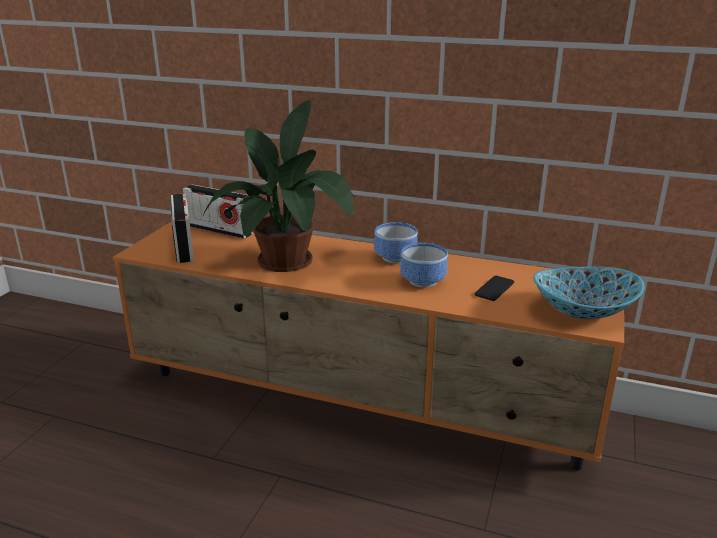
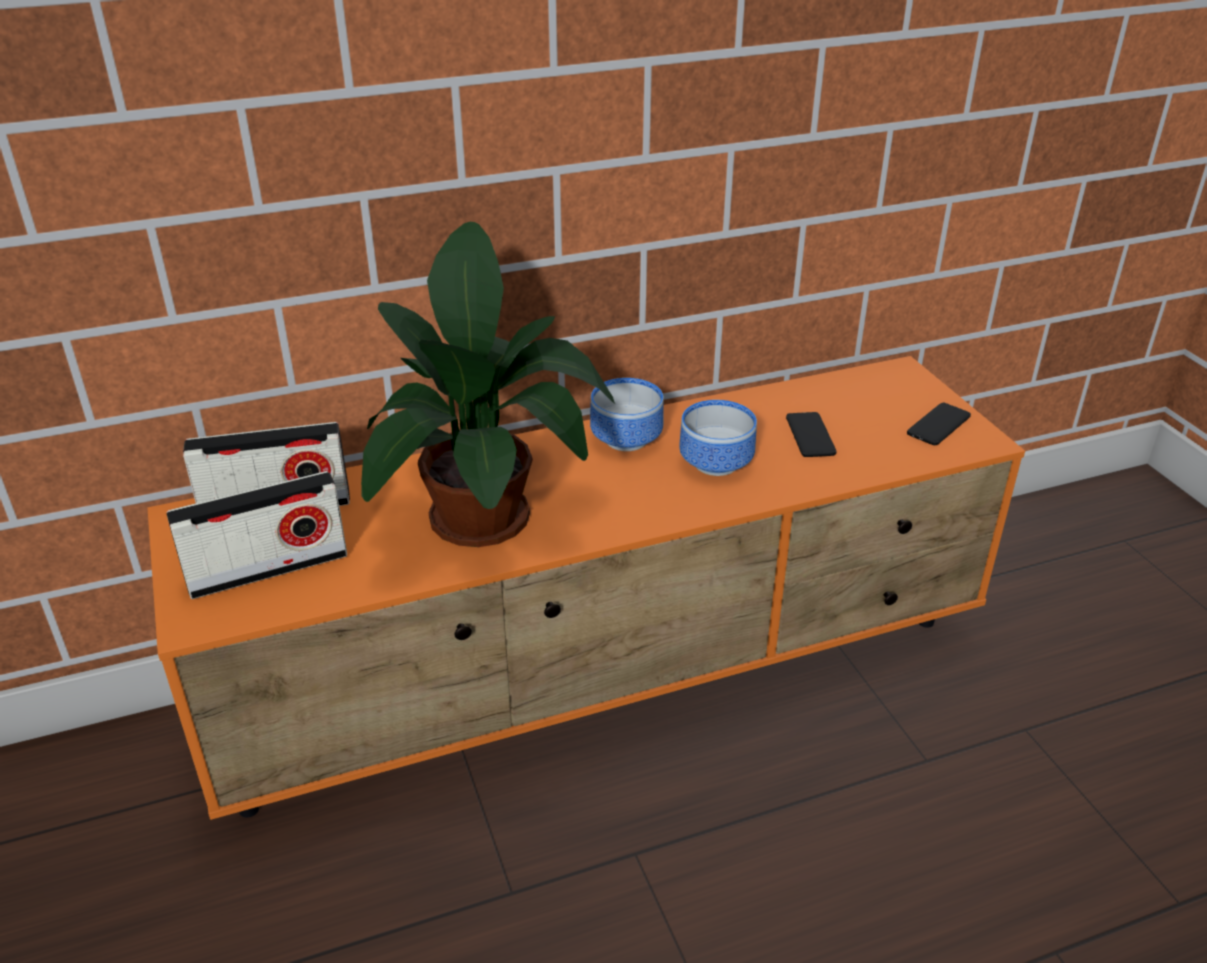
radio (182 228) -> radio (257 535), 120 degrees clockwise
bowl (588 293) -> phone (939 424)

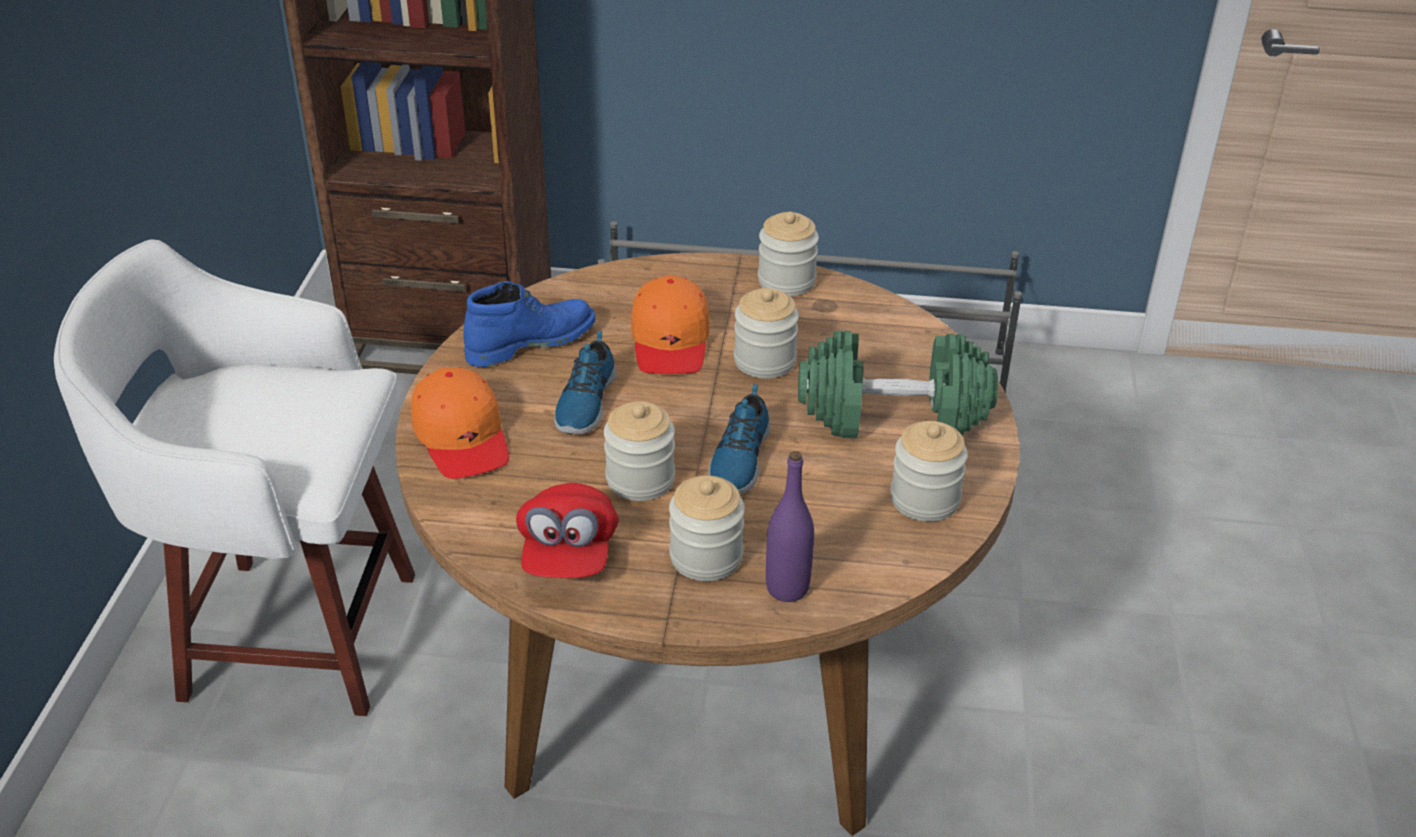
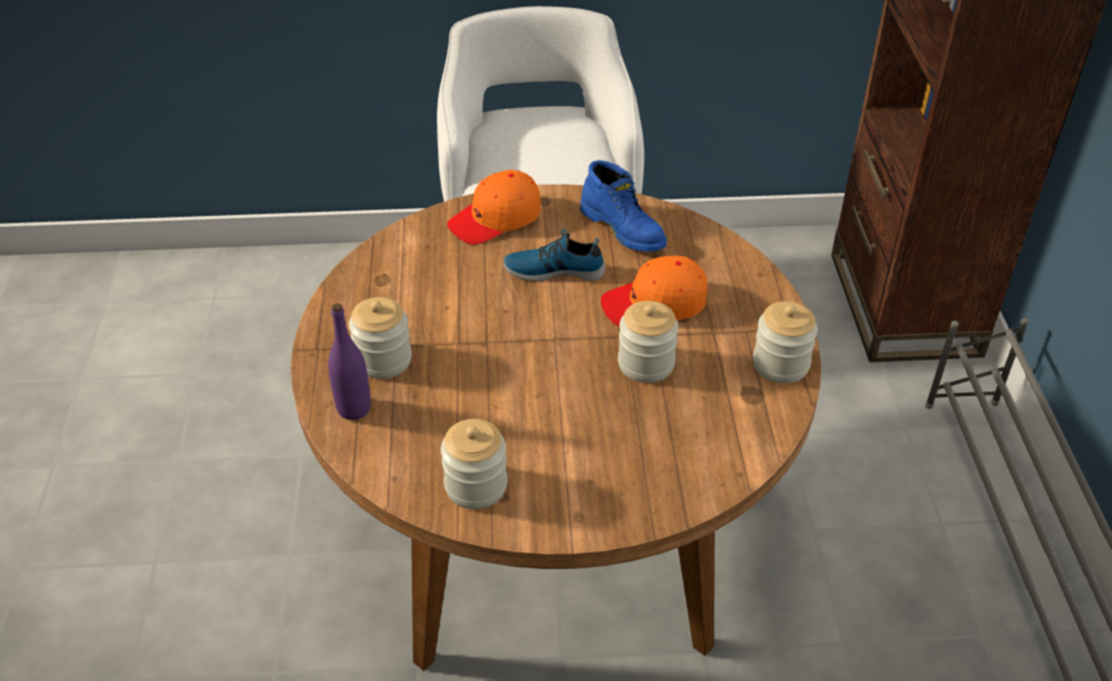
green dumbbell (898 384) -> none
shoe (739 439) -> none
jar (639 451) -> none
red cap (567 530) -> none

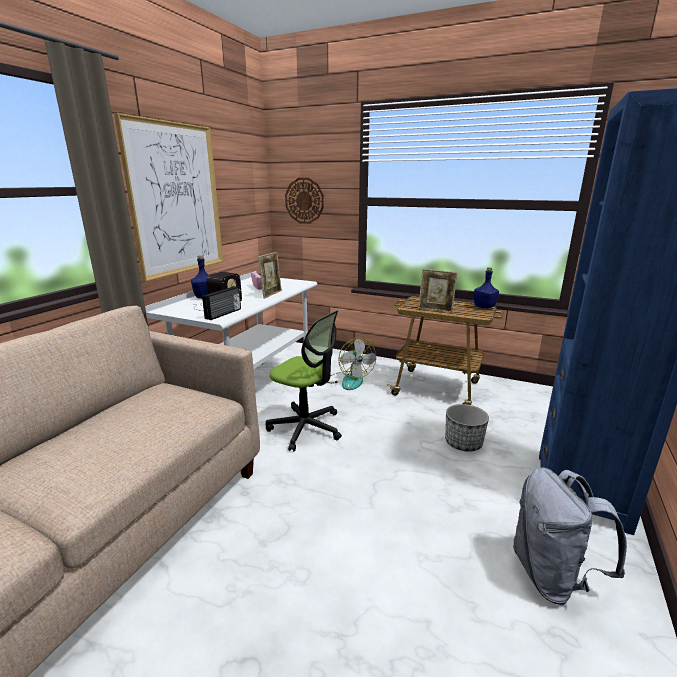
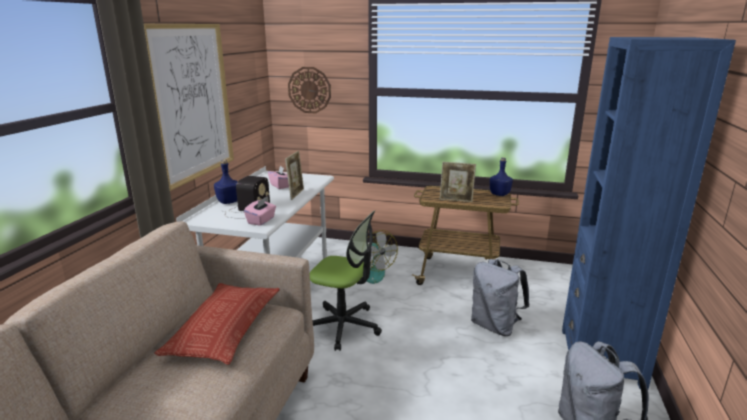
radio (221 303) -> pink tissue box (260 211)
planter (467 428) -> grey backpack (500 297)
none -> pillow (217 324)

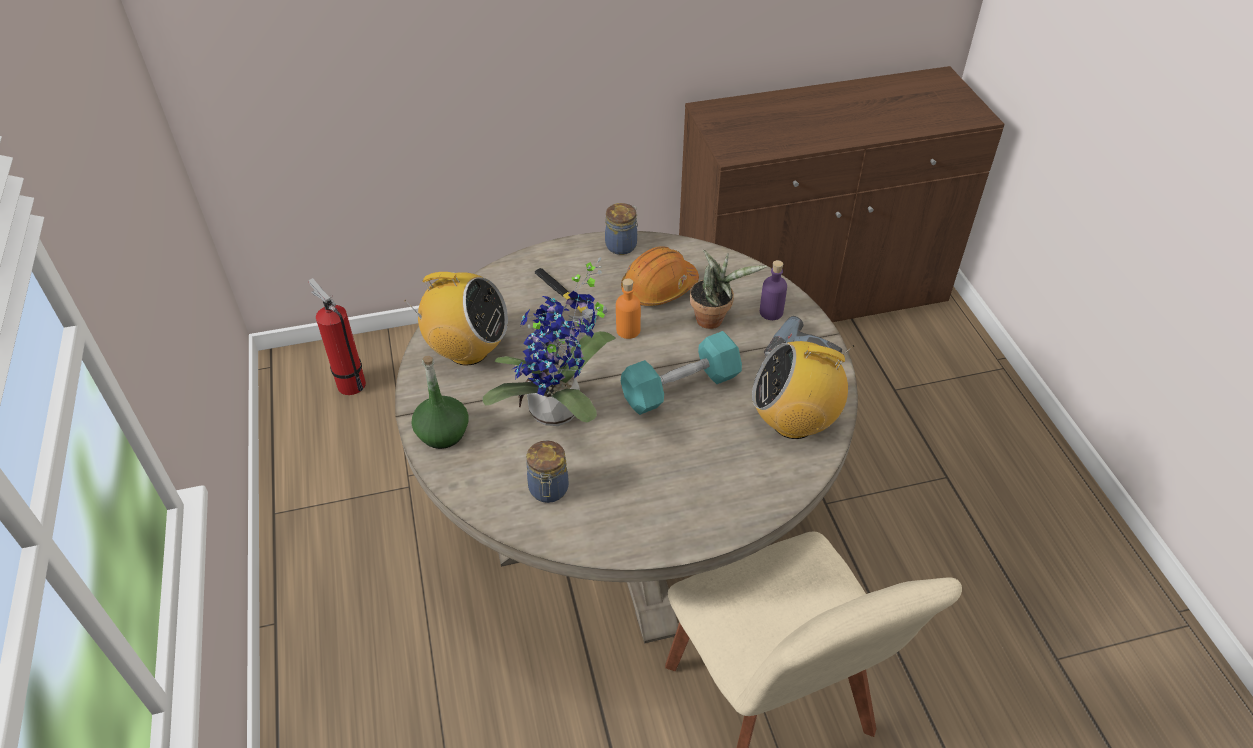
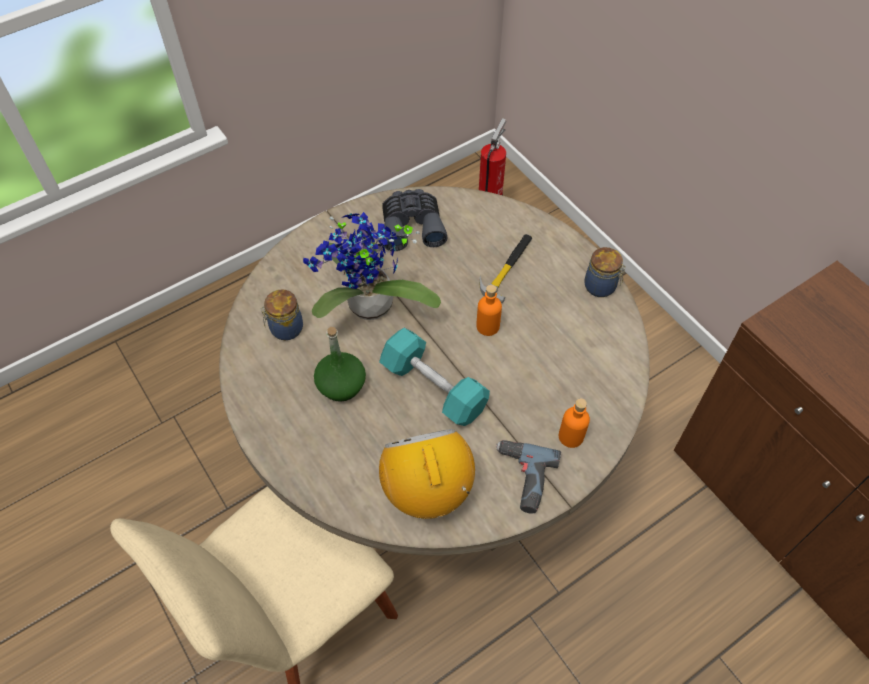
orange hard hat (660 276) -> none
potted plant (728 289) -> none
purple bottle (773 290) -> orange bottle (574 423)
radio (456 319) -> grey binoculars (414 220)
green bottle (440 402) -> green bottle (340 364), shifted

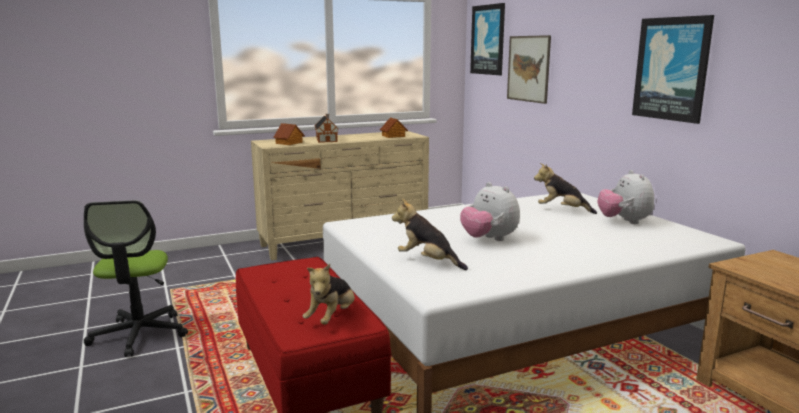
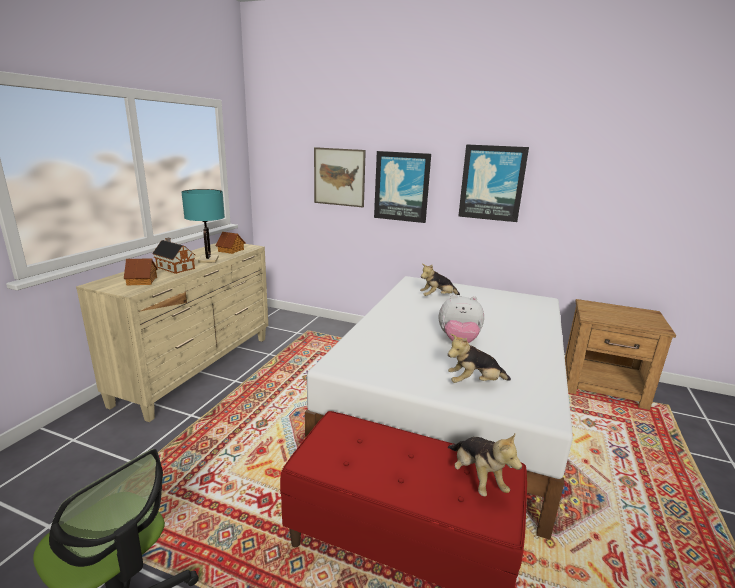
picture (487 39) -> picture (402 187), shifted
plush toy (625 197) -> none
none -> turquoise table lamp (203 226)

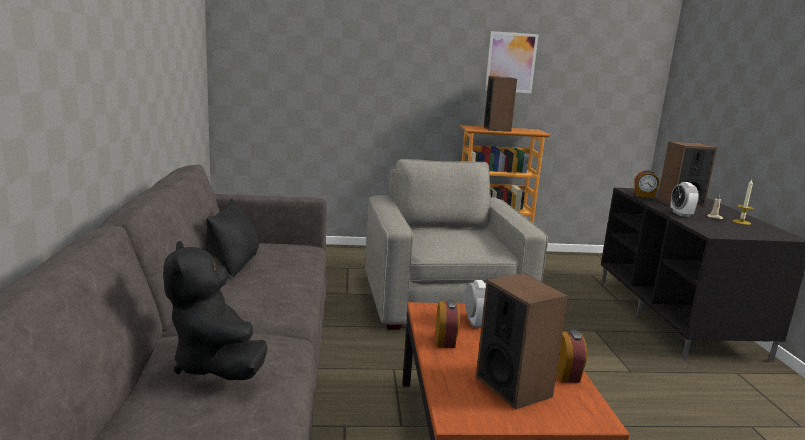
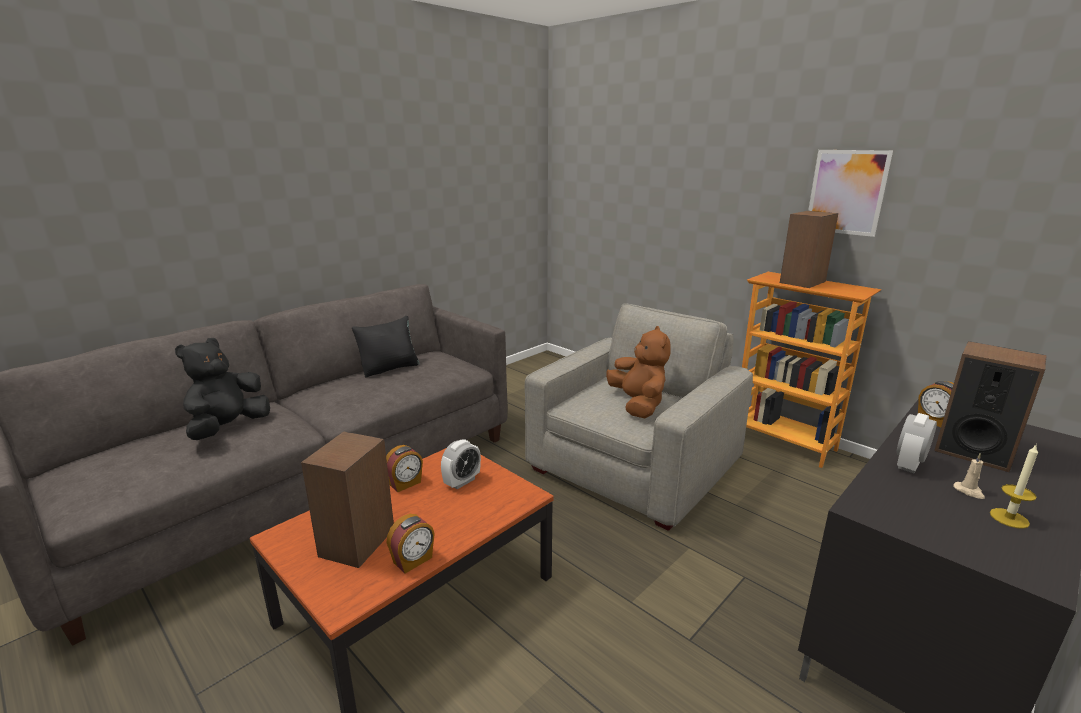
none -> brown plush toy (638 372)

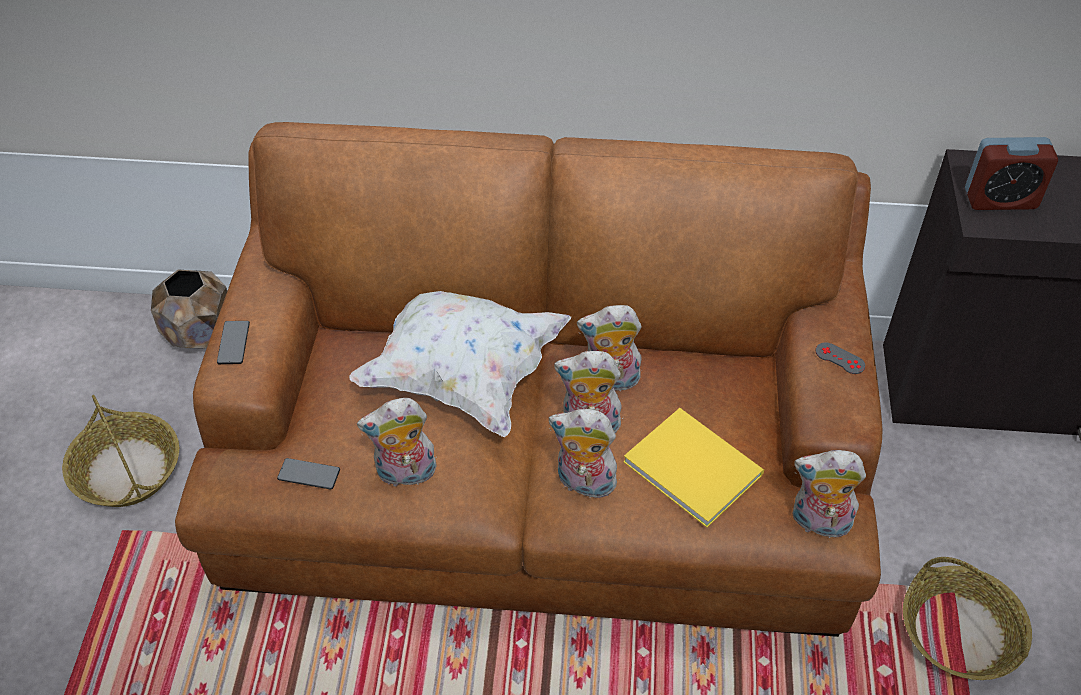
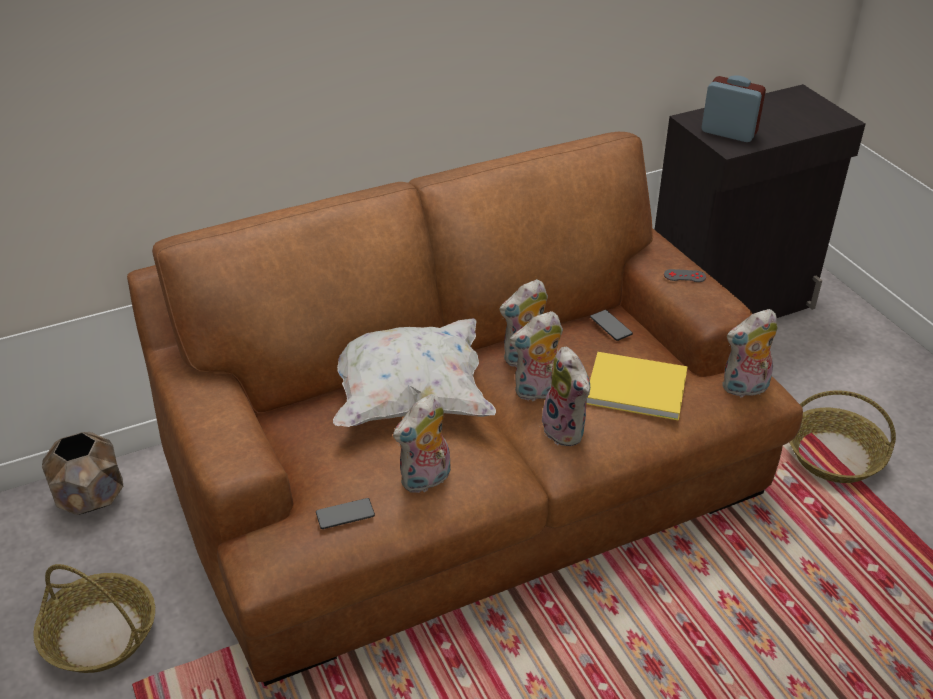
alarm clock (1011 173) -> alarm clock (733 108), 120 degrees counterclockwise
phone (233 342) -> phone (611 325), shifted
plush toy (584 455) -> plush toy (566 396), 105 degrees counterclockwise

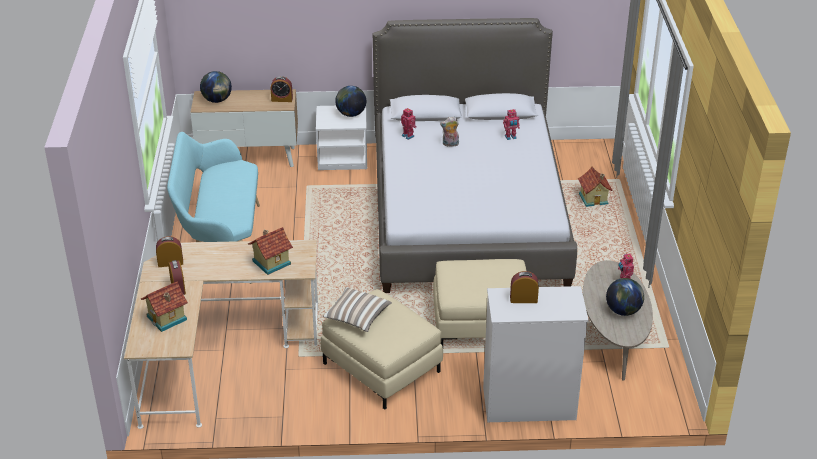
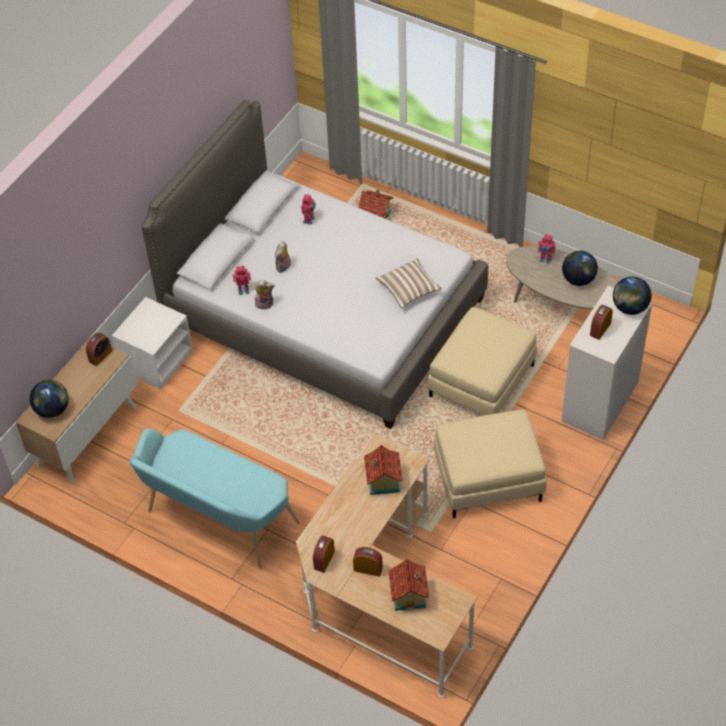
globe (350 101) -> globe (632 295), shifted
pillow (357 309) -> pillow (409 283), shifted
none -> plush toy (264 295)

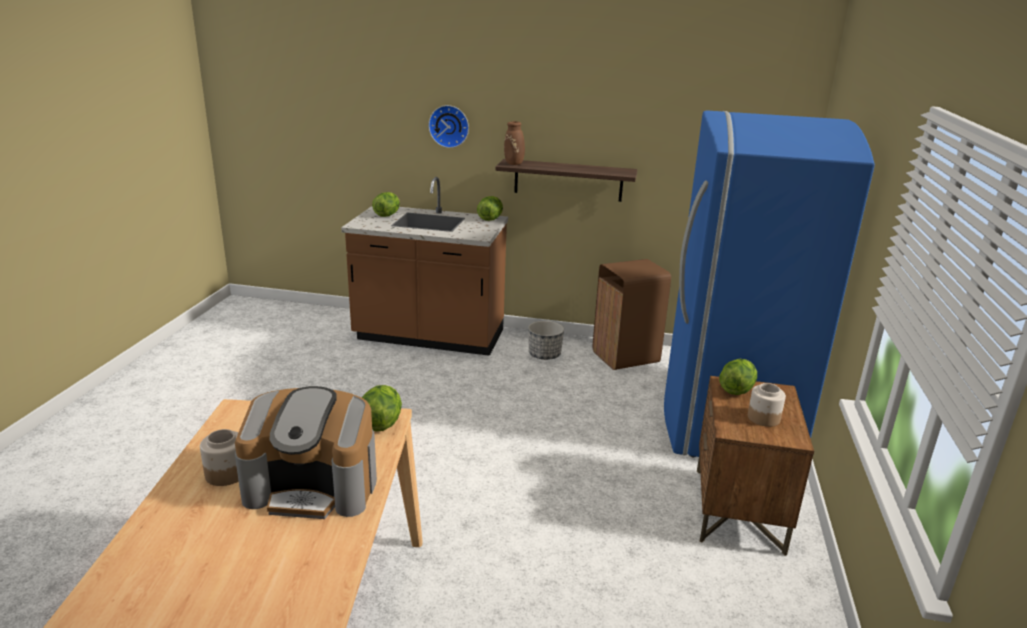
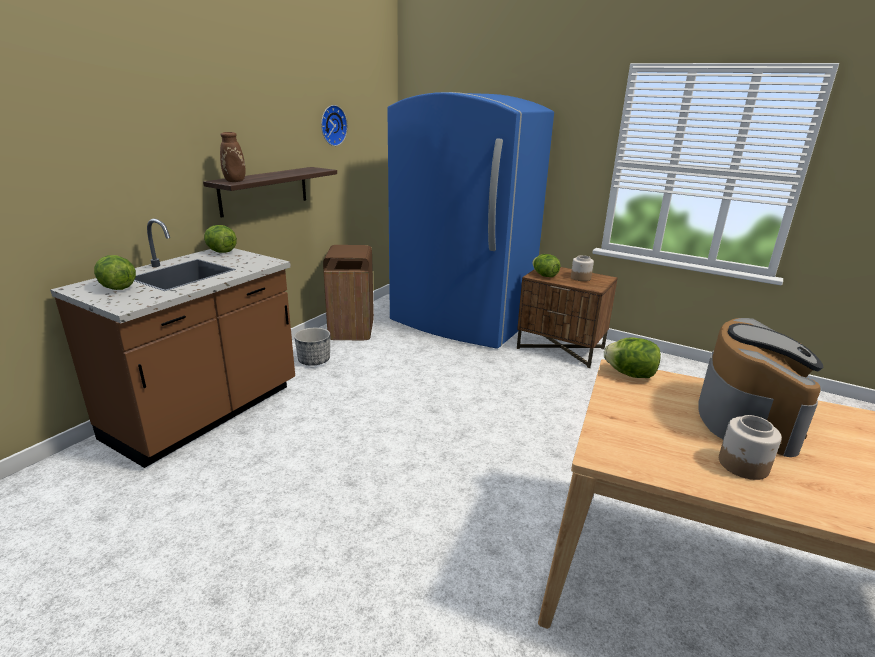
wall clock (448 126) -> wall clock (334 125), shifted

